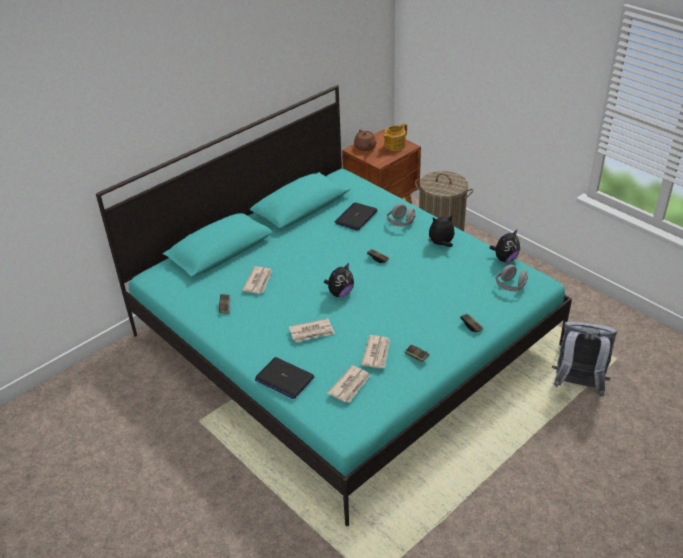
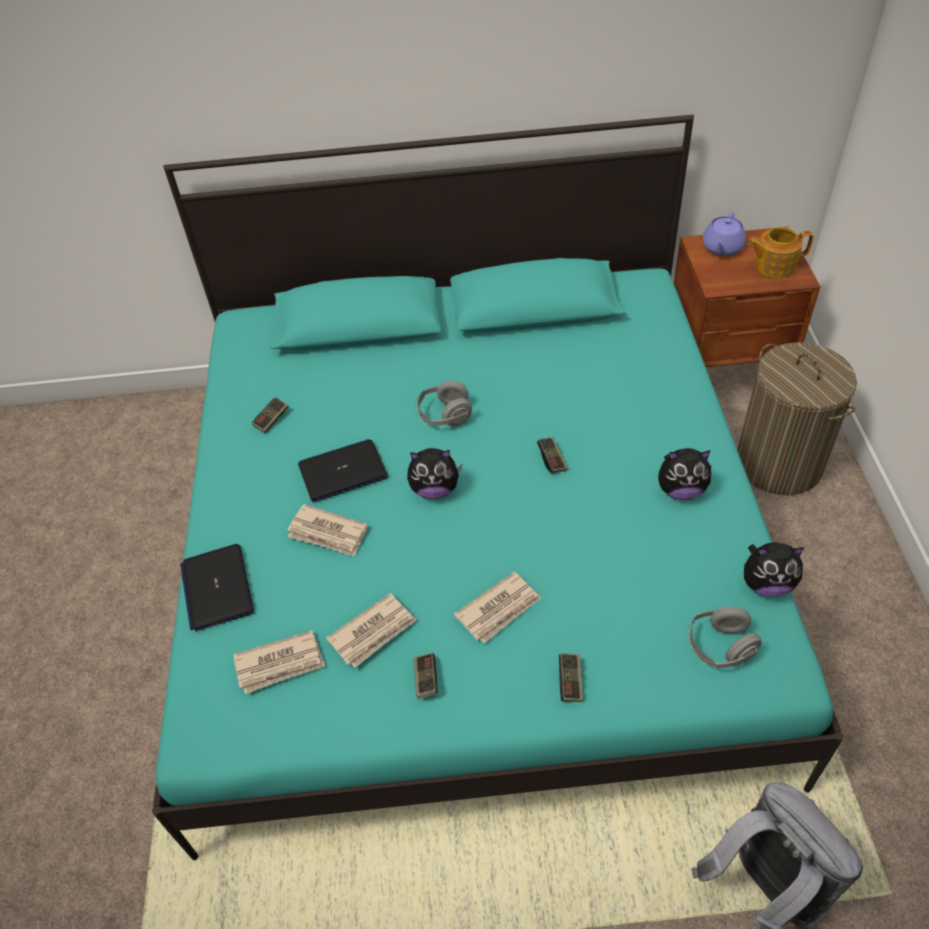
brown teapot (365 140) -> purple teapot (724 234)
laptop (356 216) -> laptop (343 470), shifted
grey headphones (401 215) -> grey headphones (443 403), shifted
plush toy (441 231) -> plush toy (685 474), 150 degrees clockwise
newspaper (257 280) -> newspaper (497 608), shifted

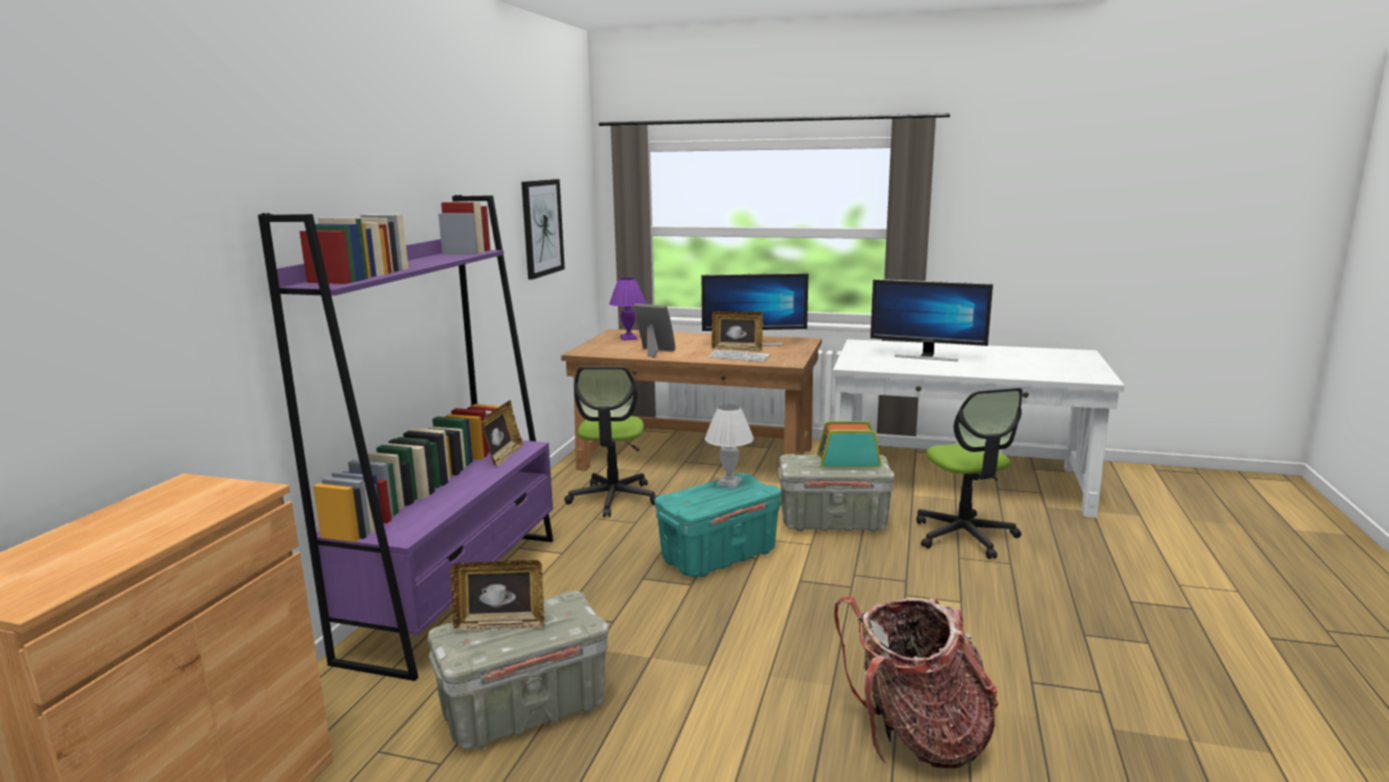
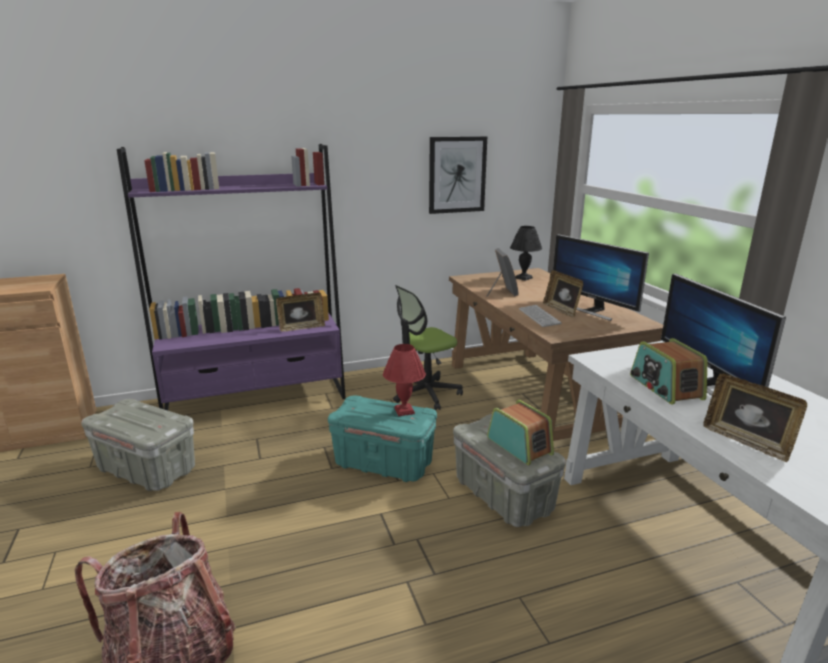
purple table lamp (627 309) -> black table lamp (526 253)
office chair (969 473) -> none
white table lamp (729 446) -> red table lamp (404 380)
picture frame (497 595) -> picture frame (755 417), shifted
none -> radio (669 371)

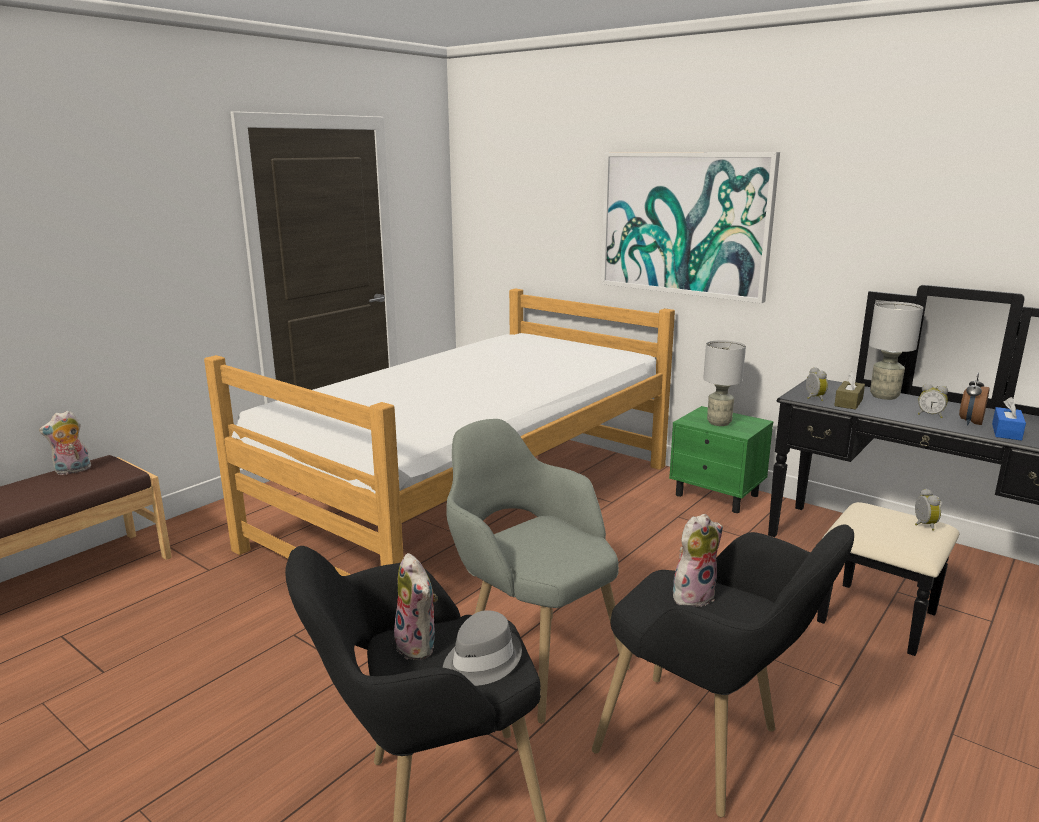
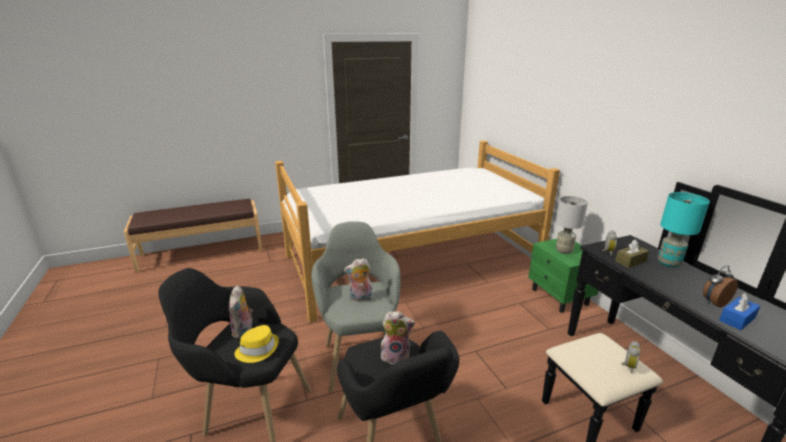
picture (690 227) -> none
grey table lamp (896 350) -> turquoise table lamp (684 230)
alarm clock (933 400) -> none
plush toy (65 442) -> plush toy (358 280), shifted
grey hat (482 648) -> yellow hat (256 344)

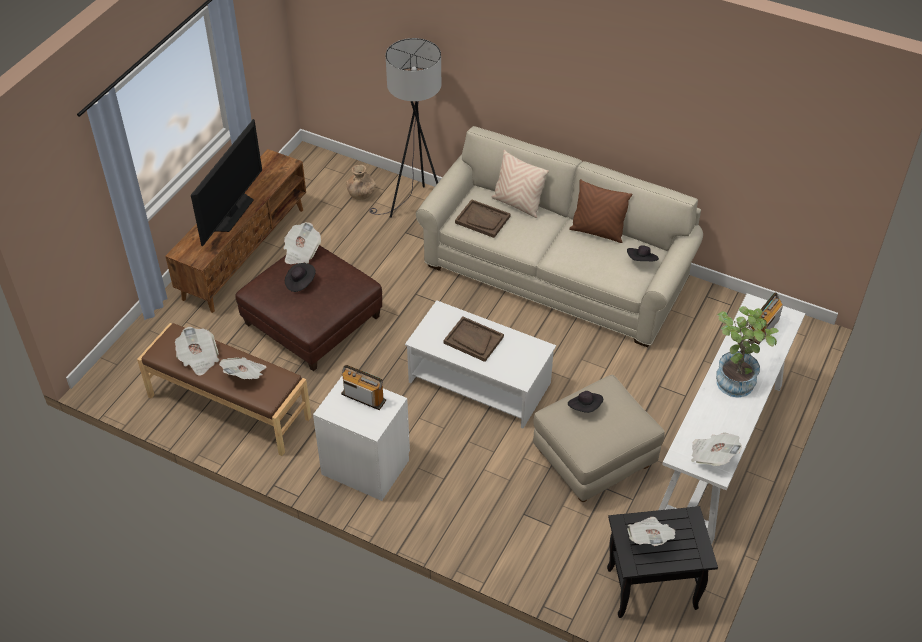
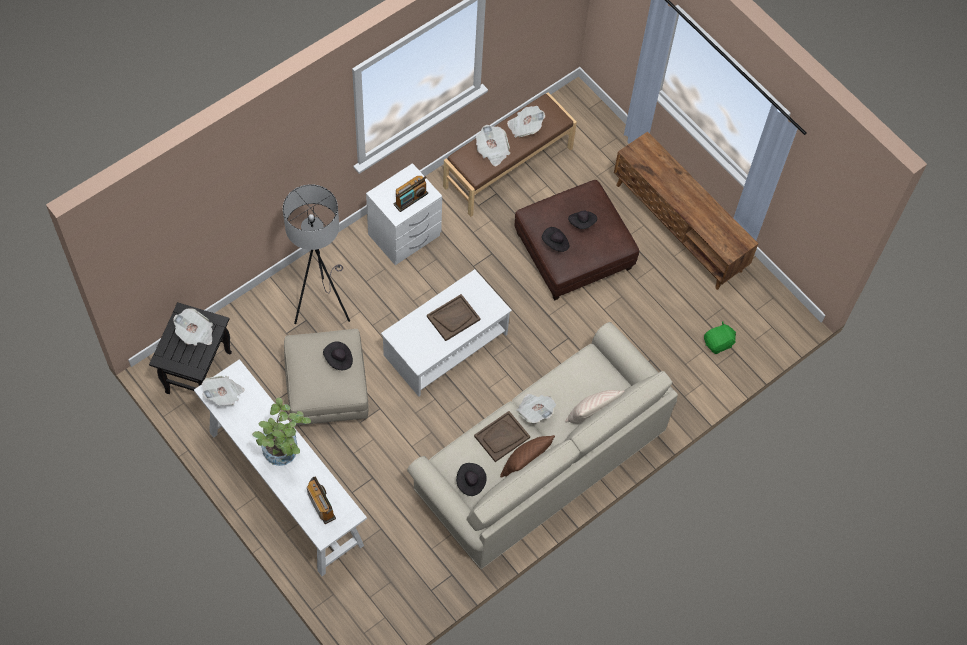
grey floor lamp (405 128) -> grey floor lamp (316 254), shifted
television (226 183) -> none
brown vase (361 182) -> green plush toy (720 337)
brown tray (482 218) -> brown tray (502 436), shifted
newspaper (302 243) -> newspaper (536 408), shifted
none -> black hat (555 239)

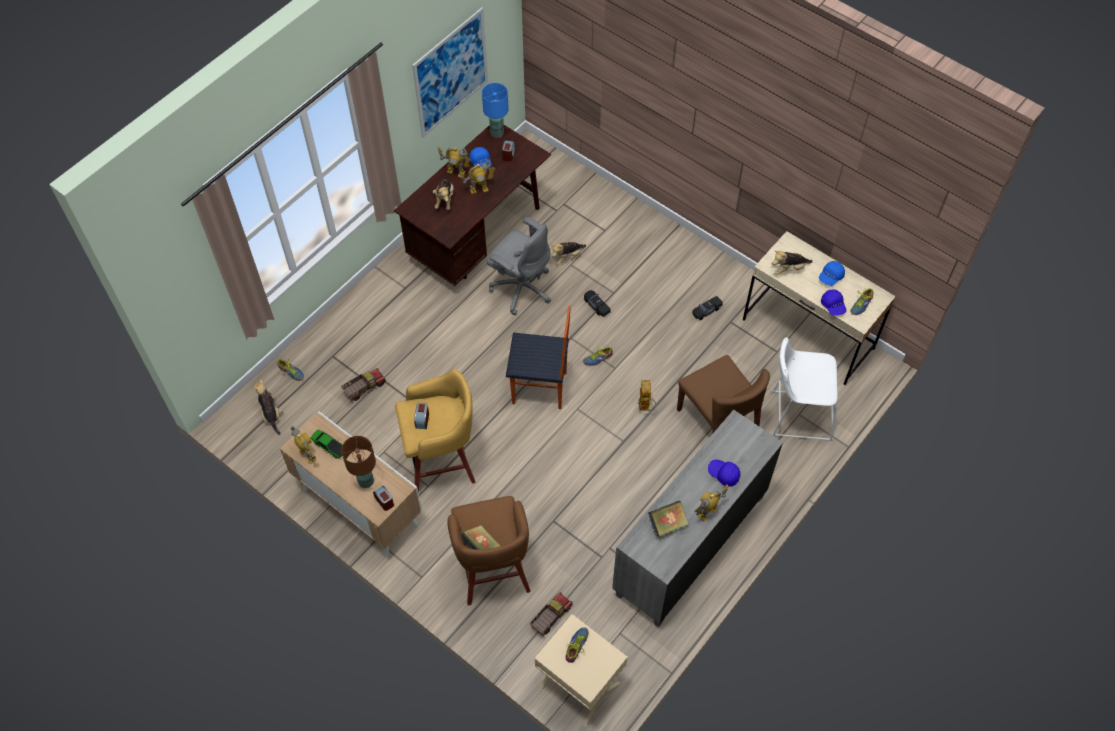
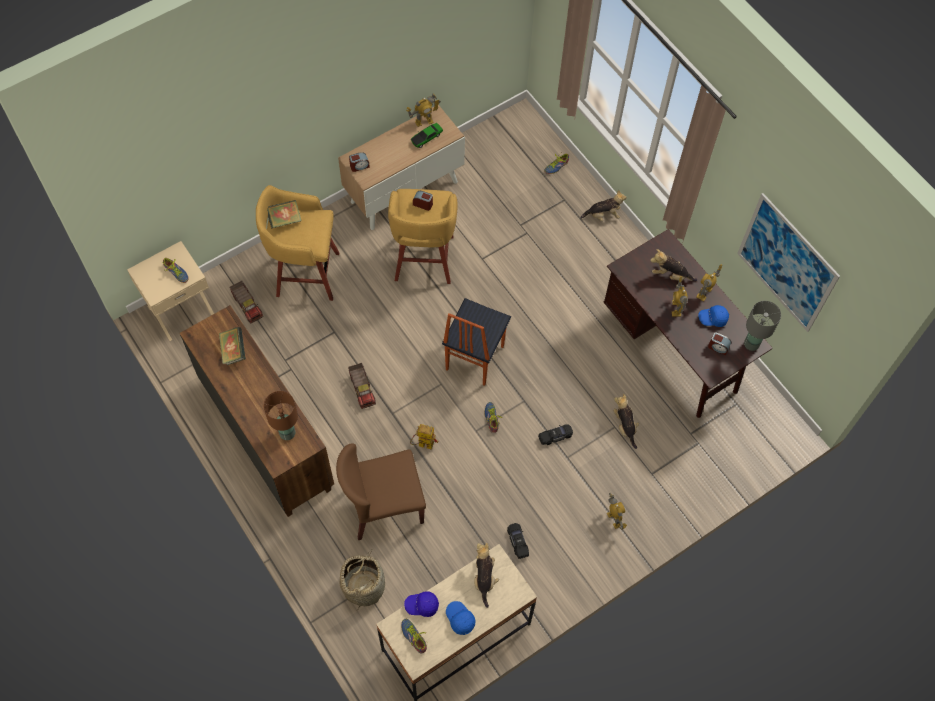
blue table lamp (495 110) -> grey table lamp (762 326)
grey office chair (518 266) -> none
white stool (805 389) -> basket (362 580)
toy truck (363 384) -> toy truck (362 386), shifted
plush toy (268 407) -> plush toy (603 205), shifted
grey dresser (697 519) -> brown dresser (257 411)
brown table lamp (358 462) -> brown table lamp (281 415), shifted
blue cap (724 473) -> none
toy robot (711 502) -> toy robot (617 511), shifted
brown stool (489 551) -> yellow stool (297 243)

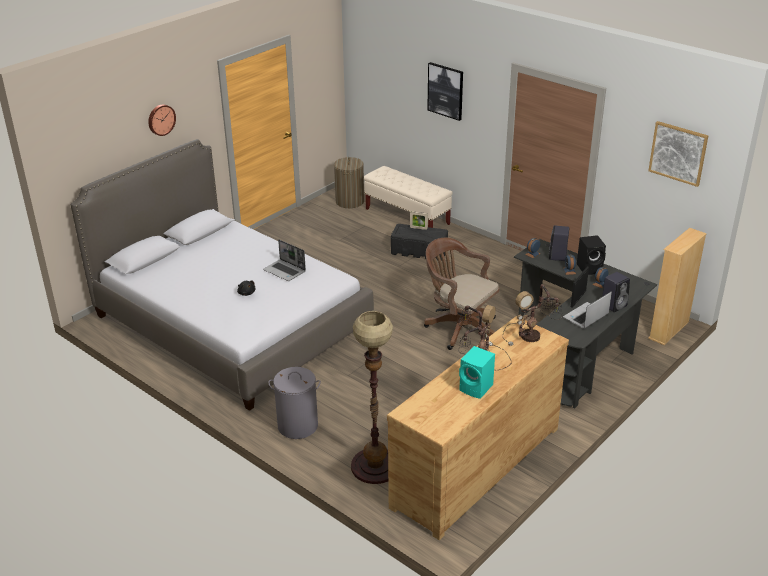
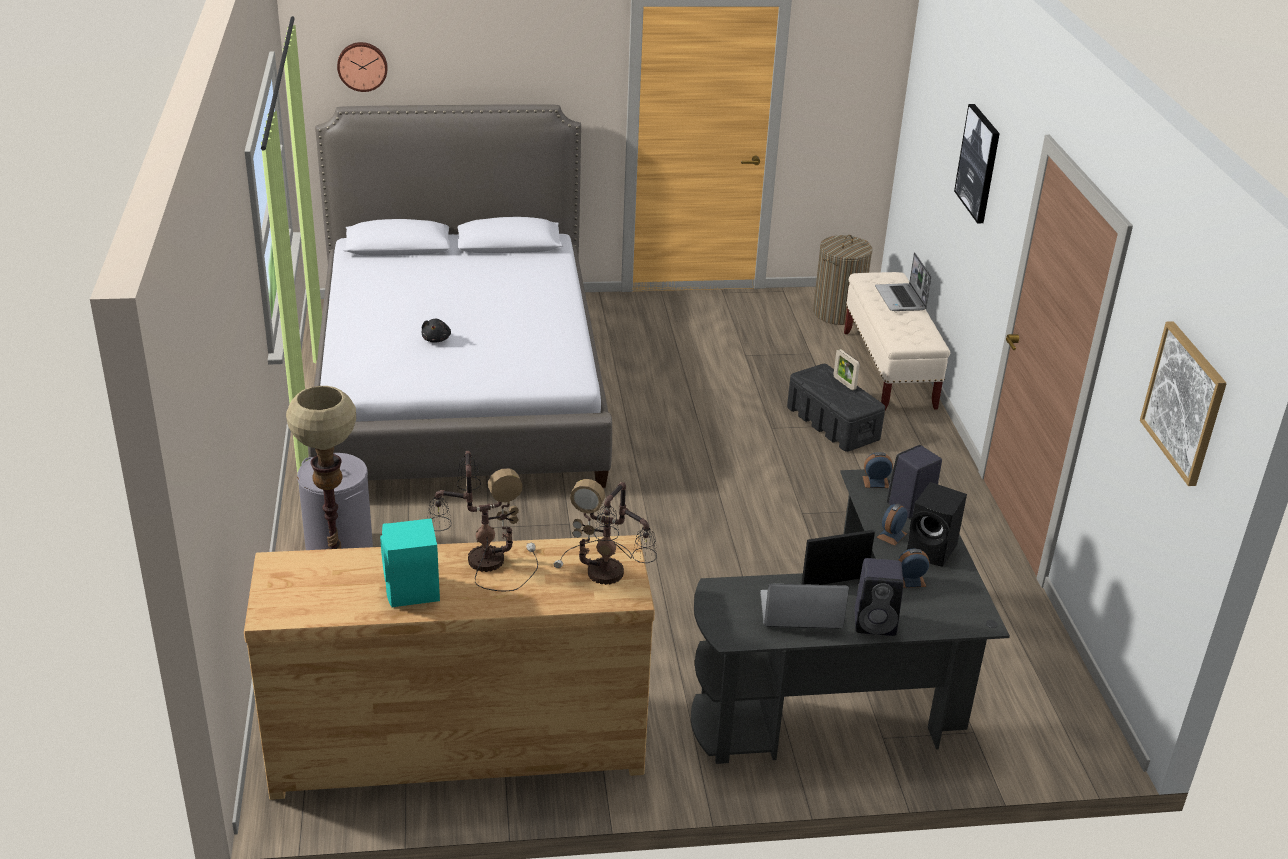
wall clock (162 120) -> wall clock (362 67), shifted
beige bookcase (677 286) -> none
brown office chair (461 294) -> none
laptop (284 260) -> laptop (903 281), shifted

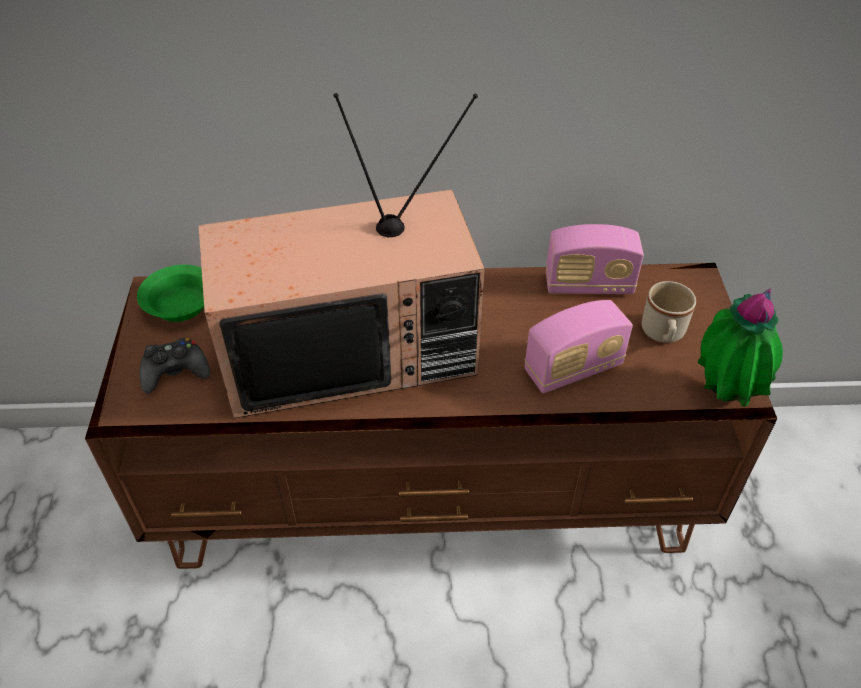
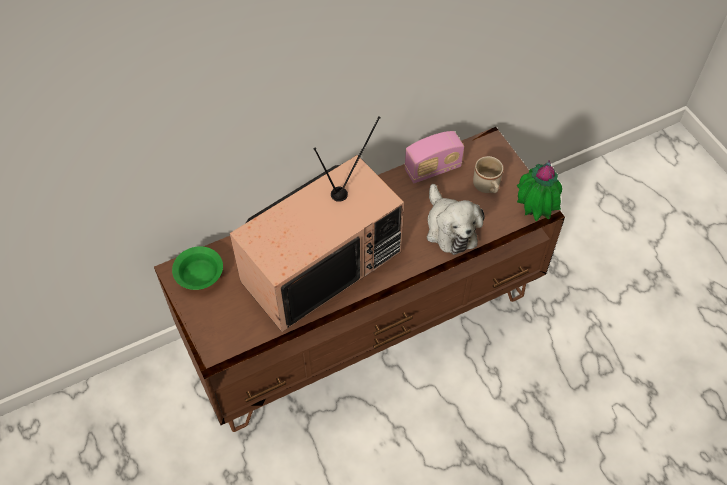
radio (579 346) -> plush toy (455 219)
black game controller (174 366) -> none

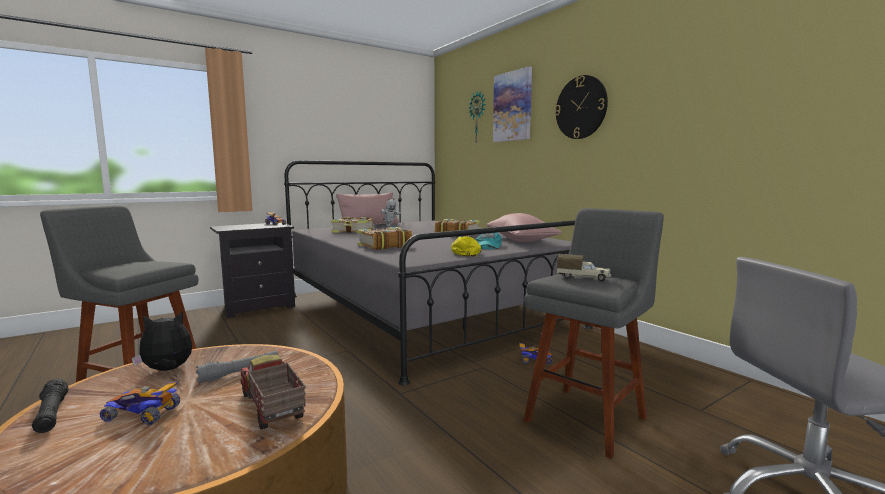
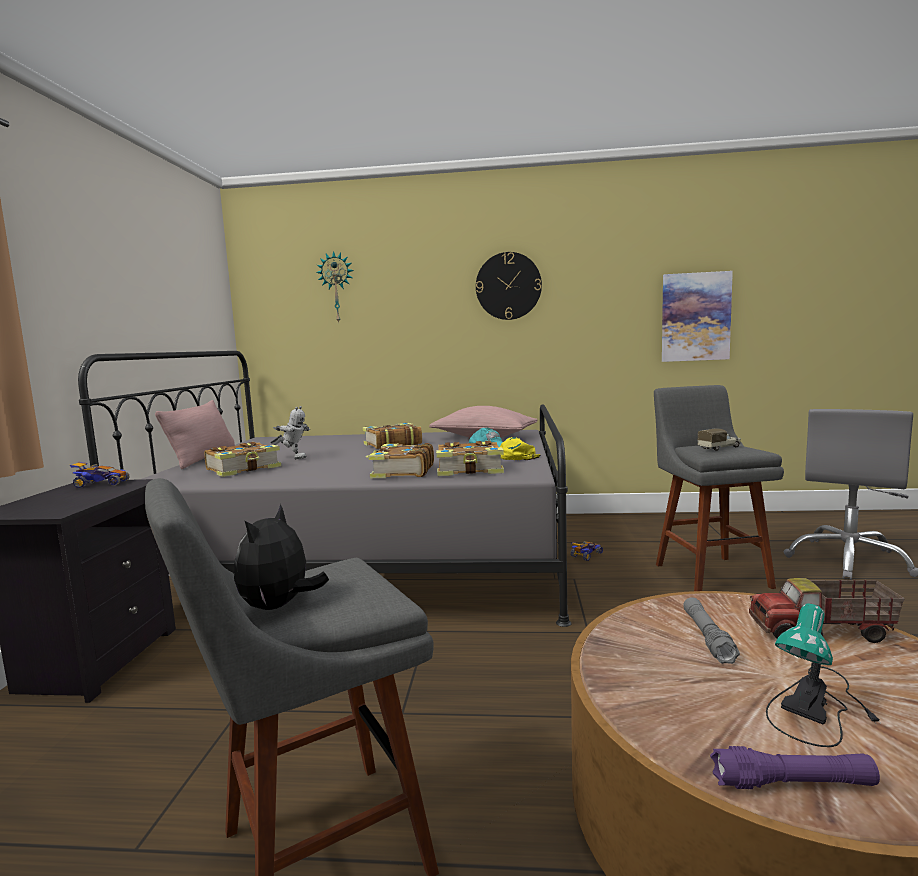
picture (512 104) -> picture (697 316), shifted
plush toy (161 341) -> plush toy (281 557), shifted
black flashlight (50 405) -> purple flashlight (795 767)
toy car (140 403) -> table lamp (824 675)
none -> book (470 458)

